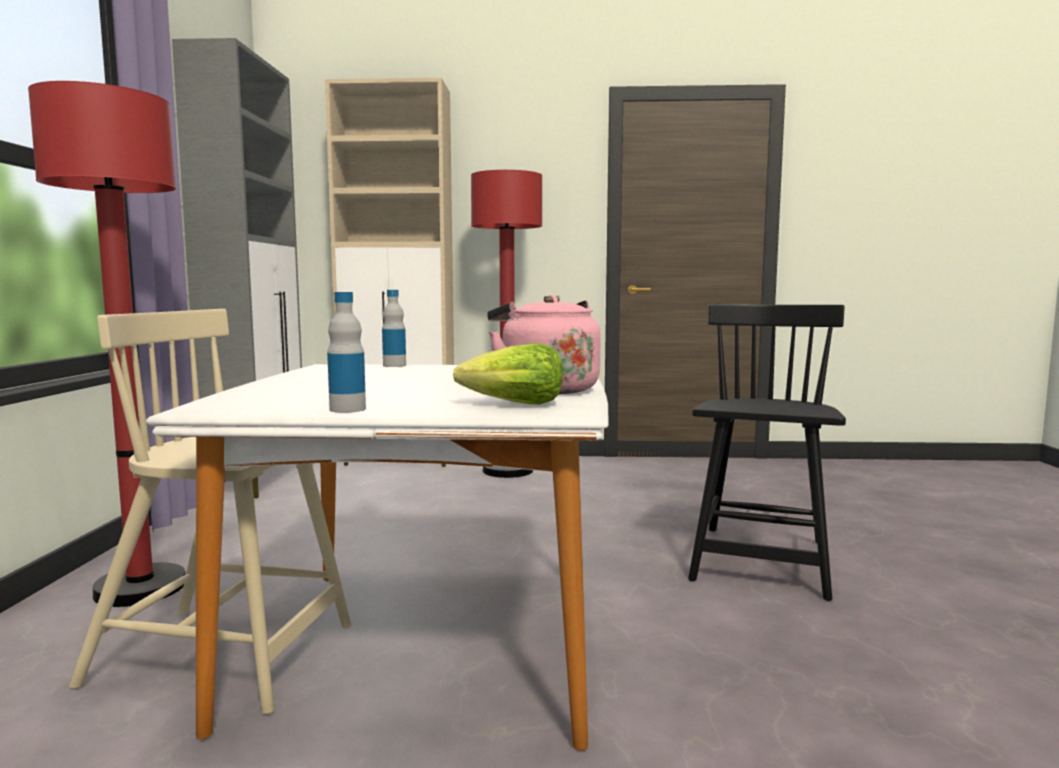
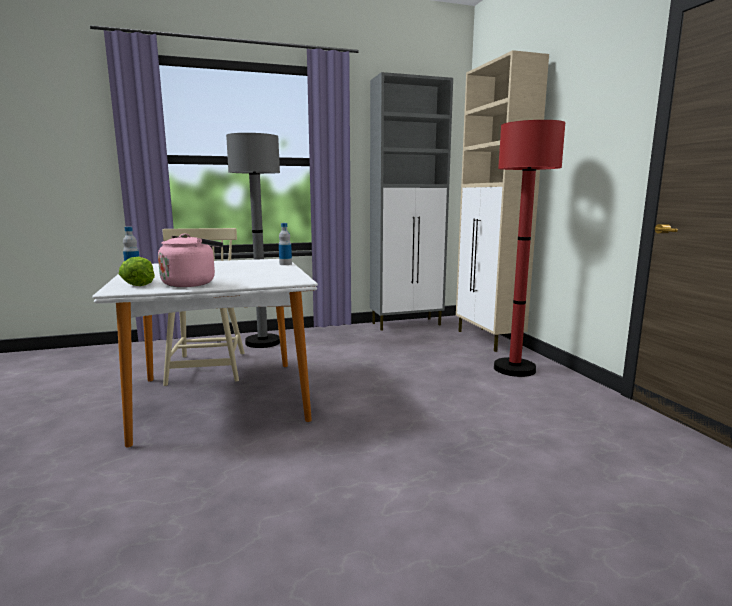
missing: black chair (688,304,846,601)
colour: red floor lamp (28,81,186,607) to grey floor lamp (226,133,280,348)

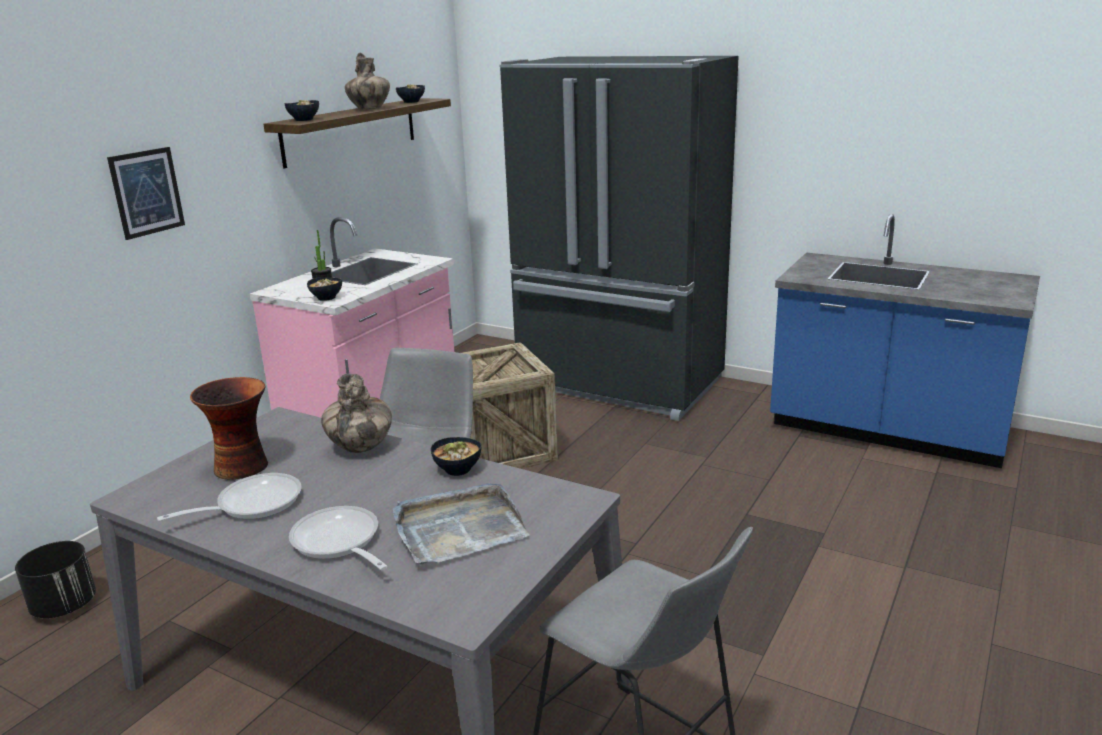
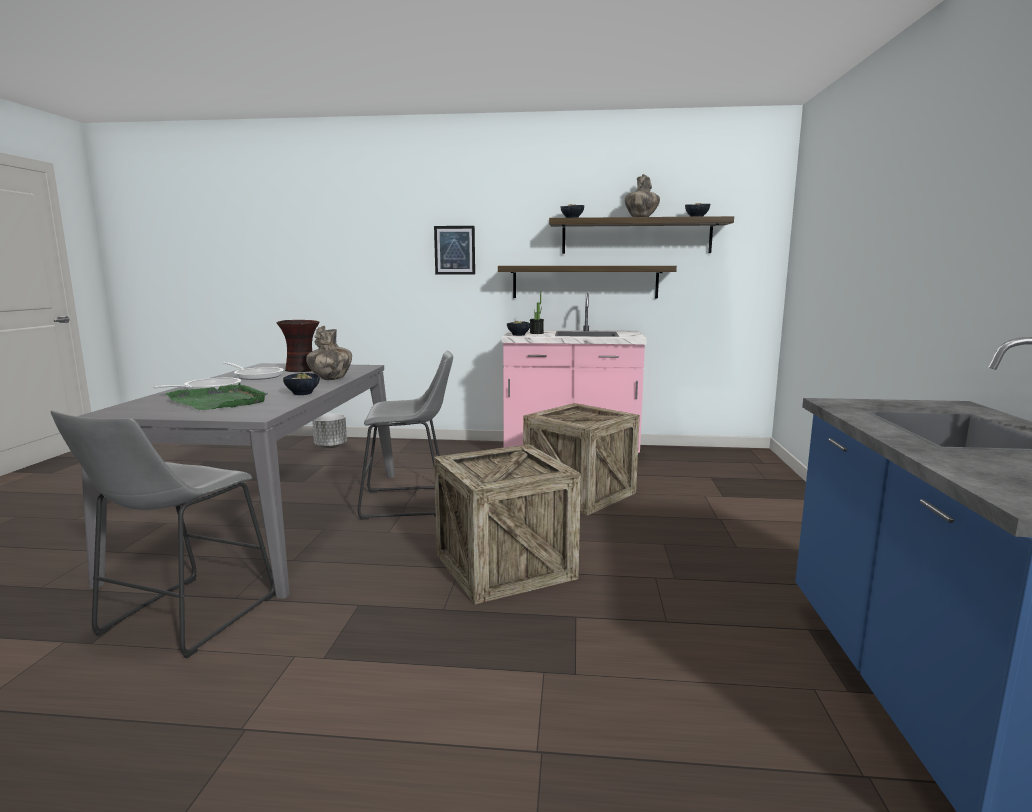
missing: black fridge (499,56,739,421)
appeared: shelf (498,266,677,299); crate (434,444,581,604)
colour: grey tray (393,483,530,565) to green tray (165,383,268,410); black planter (15,541,96,618) to white planter (312,413,347,448)

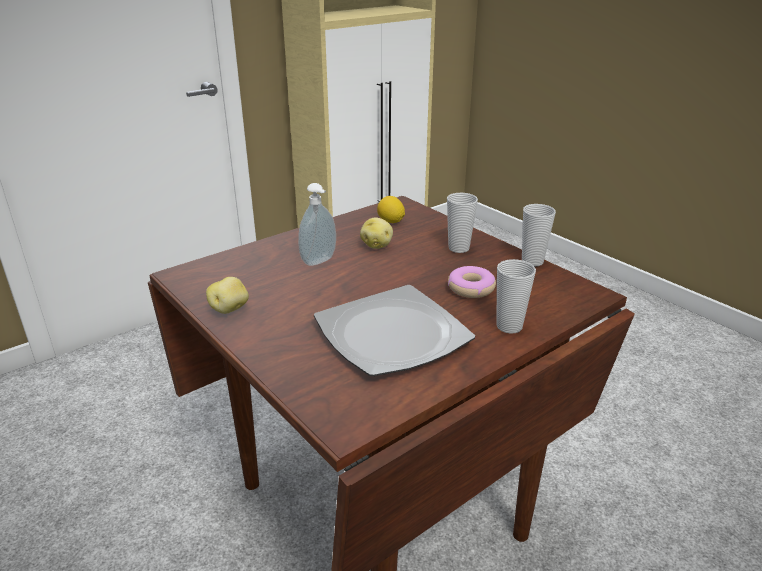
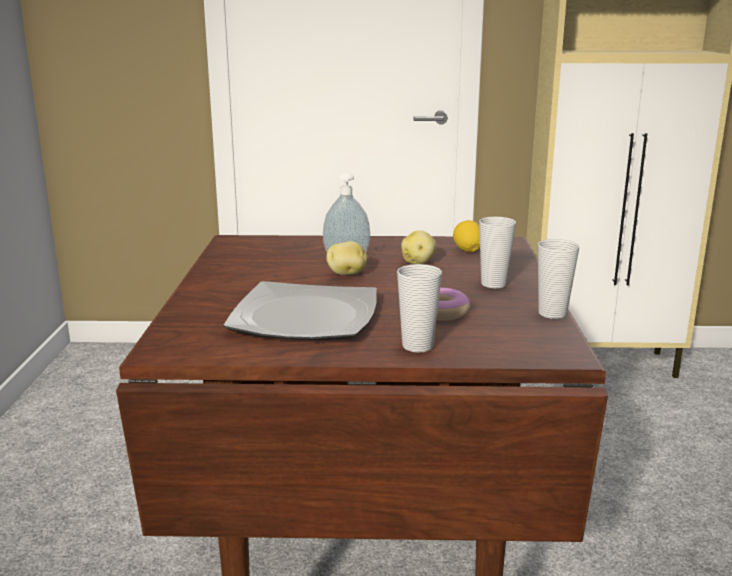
relocated: potato (206,277,249,314) to (326,241,367,275)

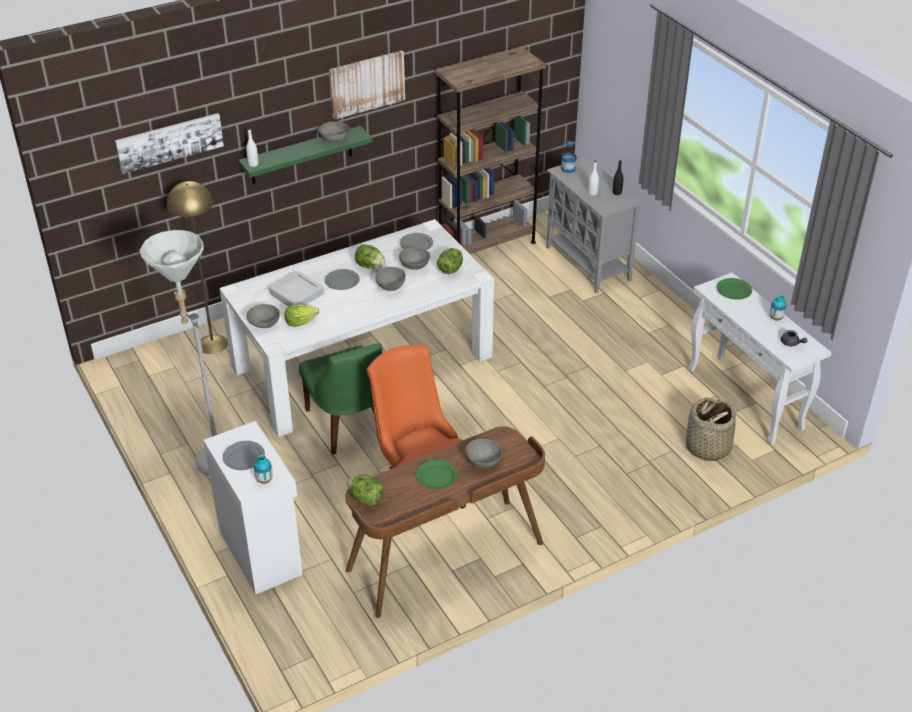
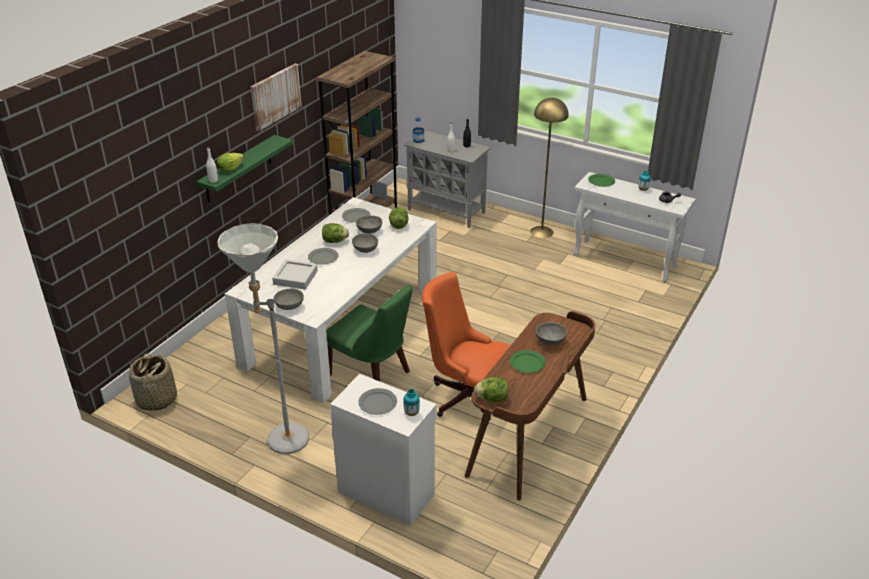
missing: picture (115,113,224,174); grey bowl (318,121,349,142)
relocated: yellow floor lamp (167,181,228,354) to (530,98,569,238); lettuce (284,304,319,327) to (217,153,244,172); basket (686,396,736,461) to (129,354,177,412)

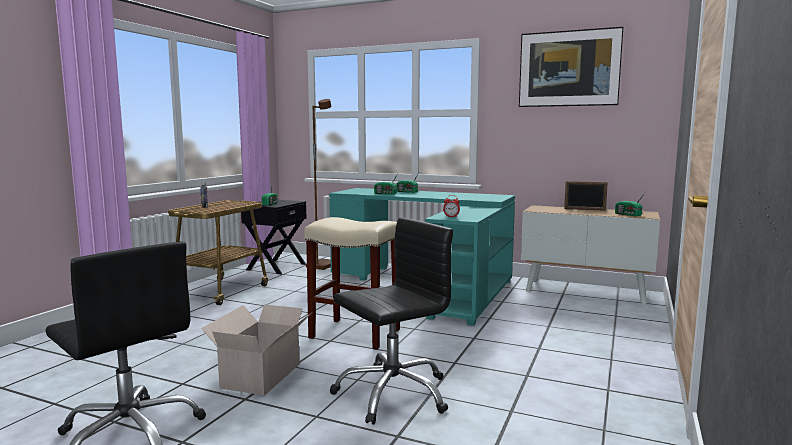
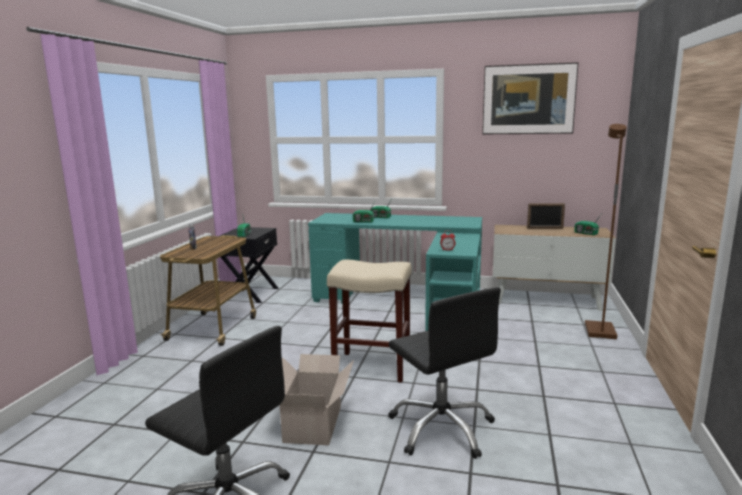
relocated: brown floor lamp (306,99,332,270) to (585,124,627,339)
spun: black office chair (330,218,453,424) = (388,287,501,459) 105 degrees clockwise

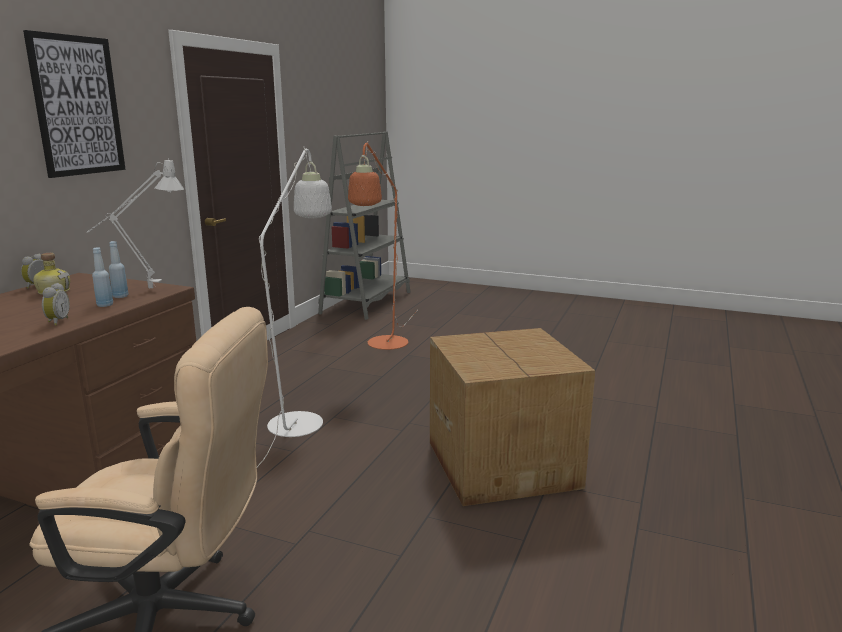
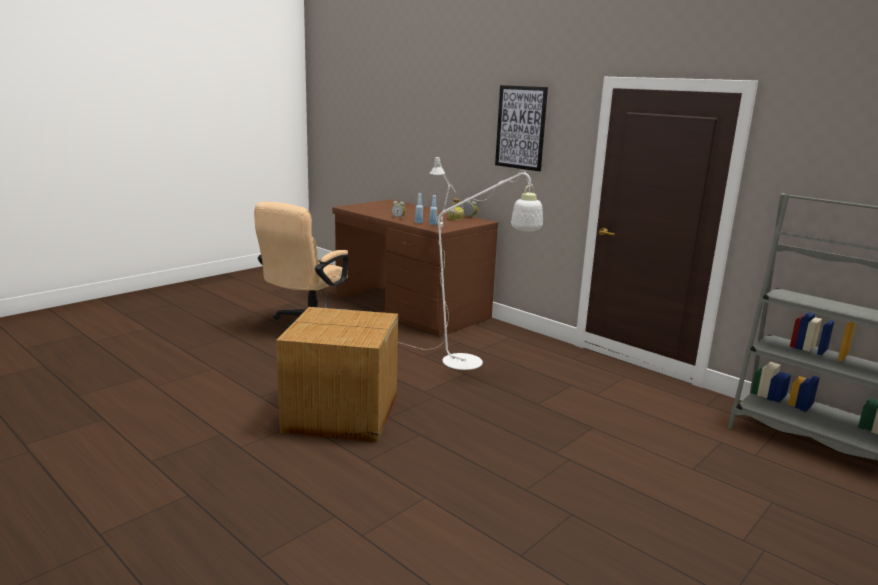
missing: orange floor lamp (348,142,418,350)

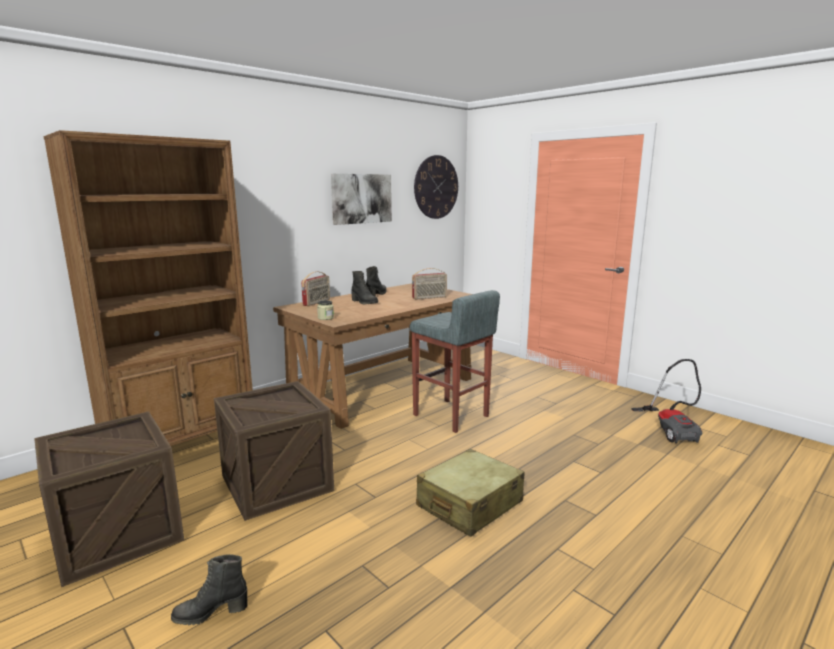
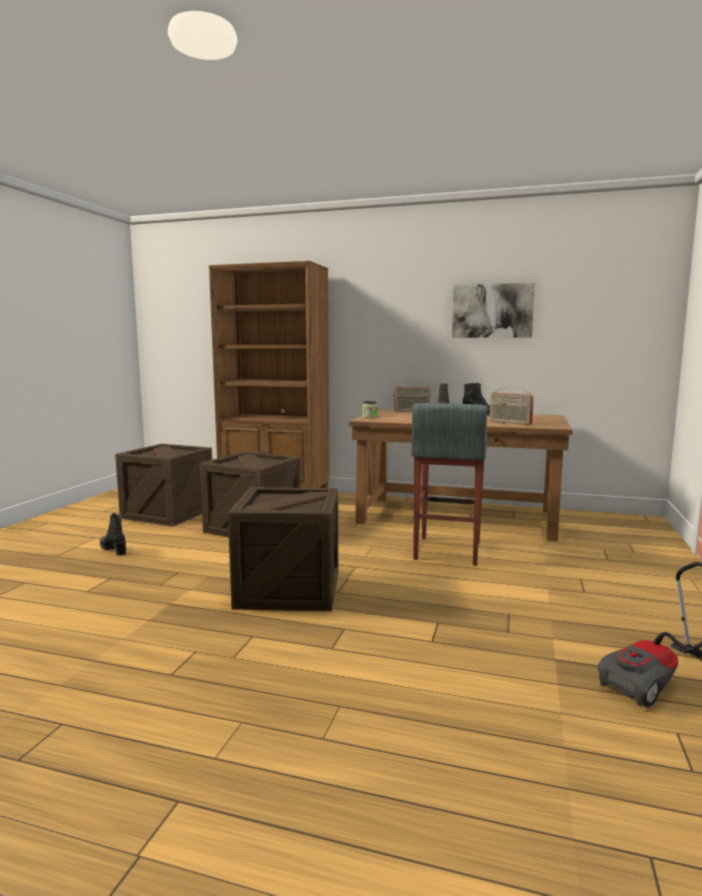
missing: wall clock (414,155,458,219)
exchanged: beige suitcase (416,449,524,537) to crate (228,487,338,611)

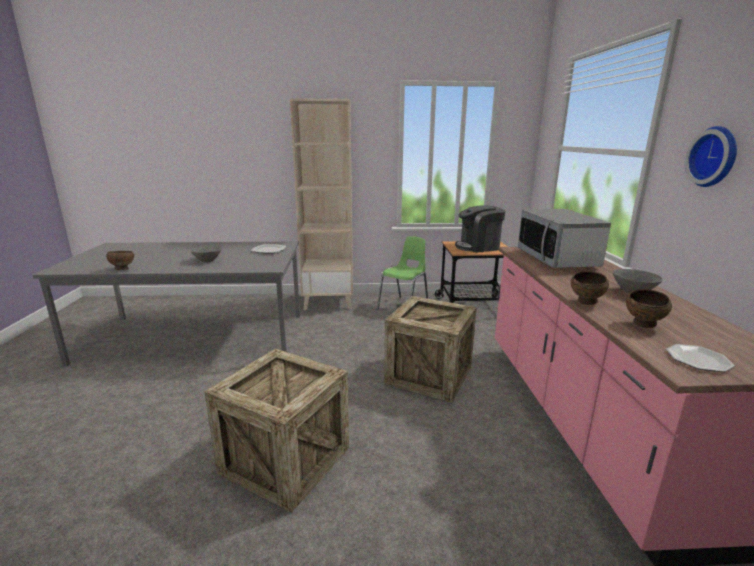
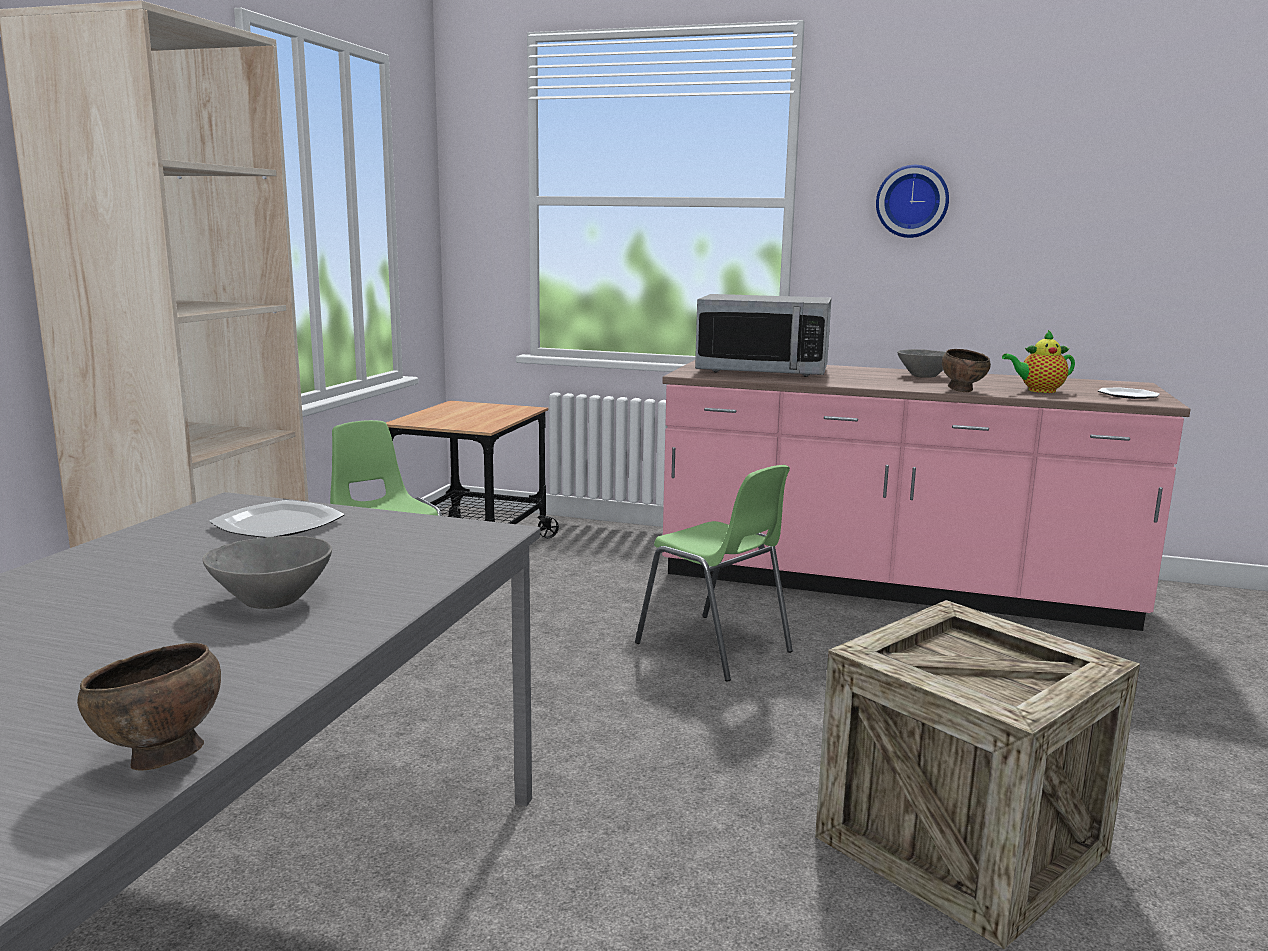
missing: coffee machine (455,205,505,253)
exchanged: brown bowl (626,289,672,328) to teapot (1002,330,1075,393); crate (384,296,477,403) to green chair (635,465,793,682)

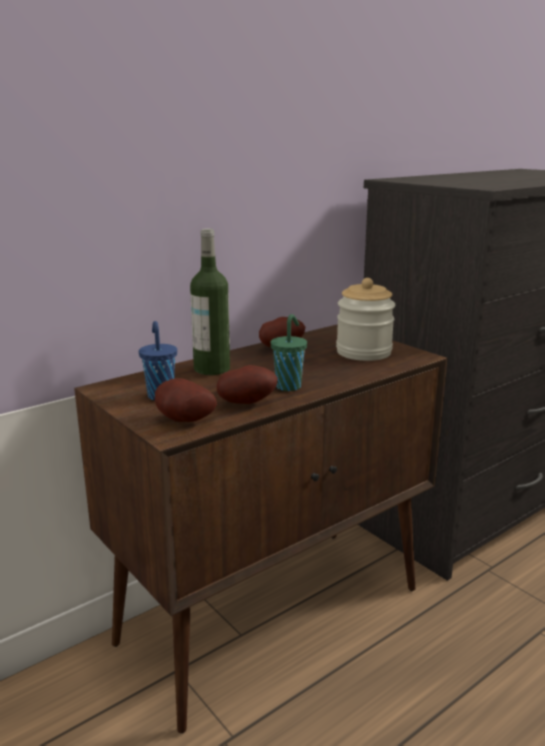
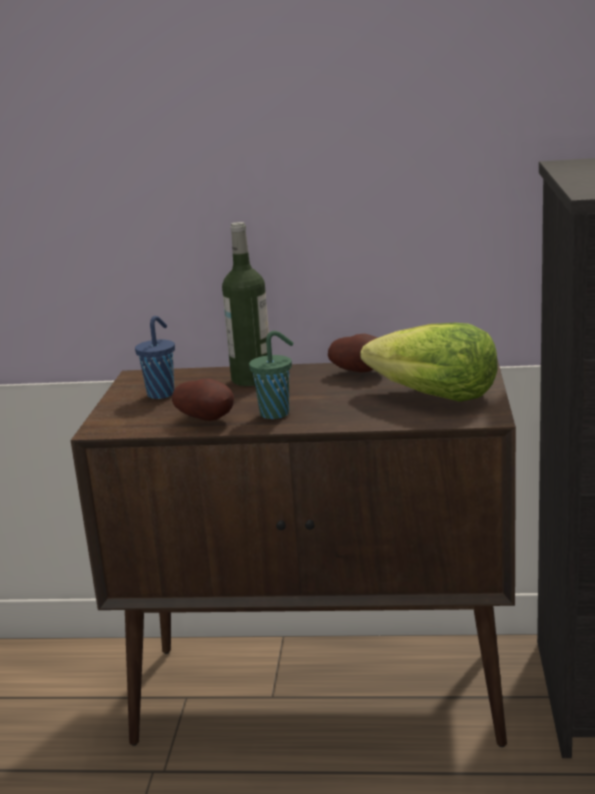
missing: potato (155,378,217,422)
exchanged: jar (336,278,395,361) to lettuce (360,323,498,402)

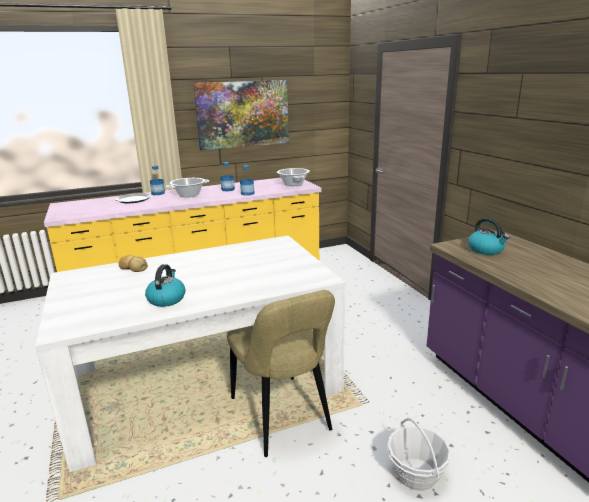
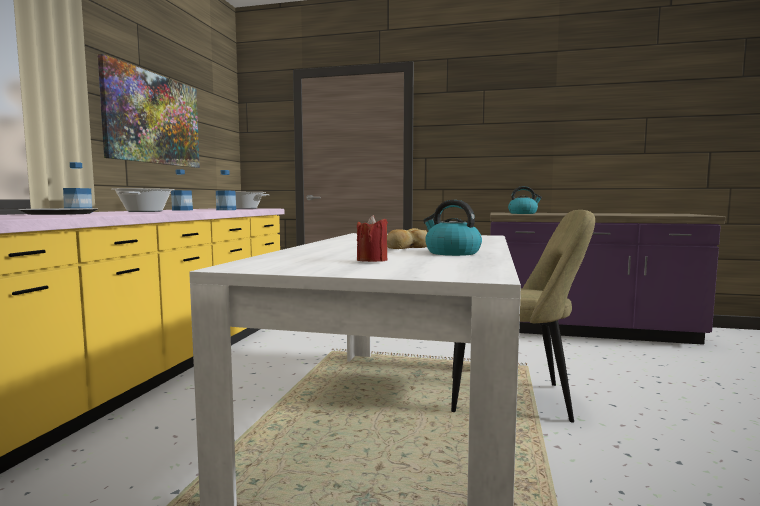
missing: basket (387,418,451,491)
appeared: red candle (357,215,388,262)
relocated: bread (119,255,148,272) to (387,228,427,249)

